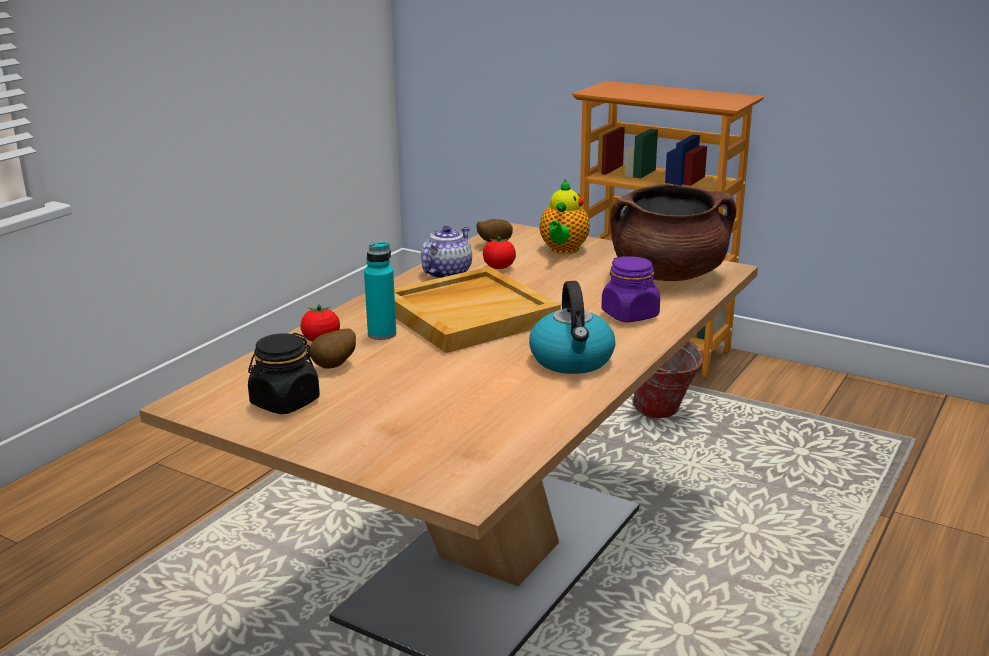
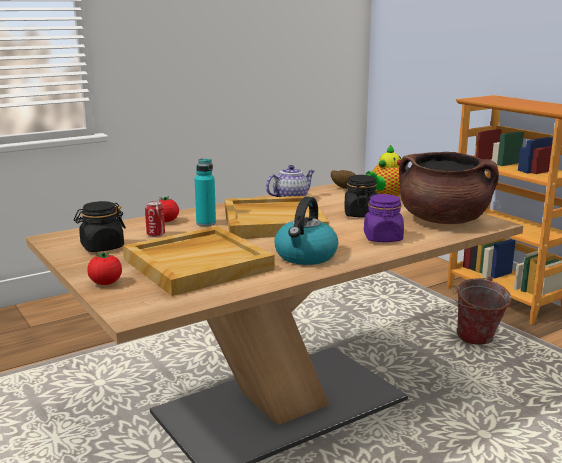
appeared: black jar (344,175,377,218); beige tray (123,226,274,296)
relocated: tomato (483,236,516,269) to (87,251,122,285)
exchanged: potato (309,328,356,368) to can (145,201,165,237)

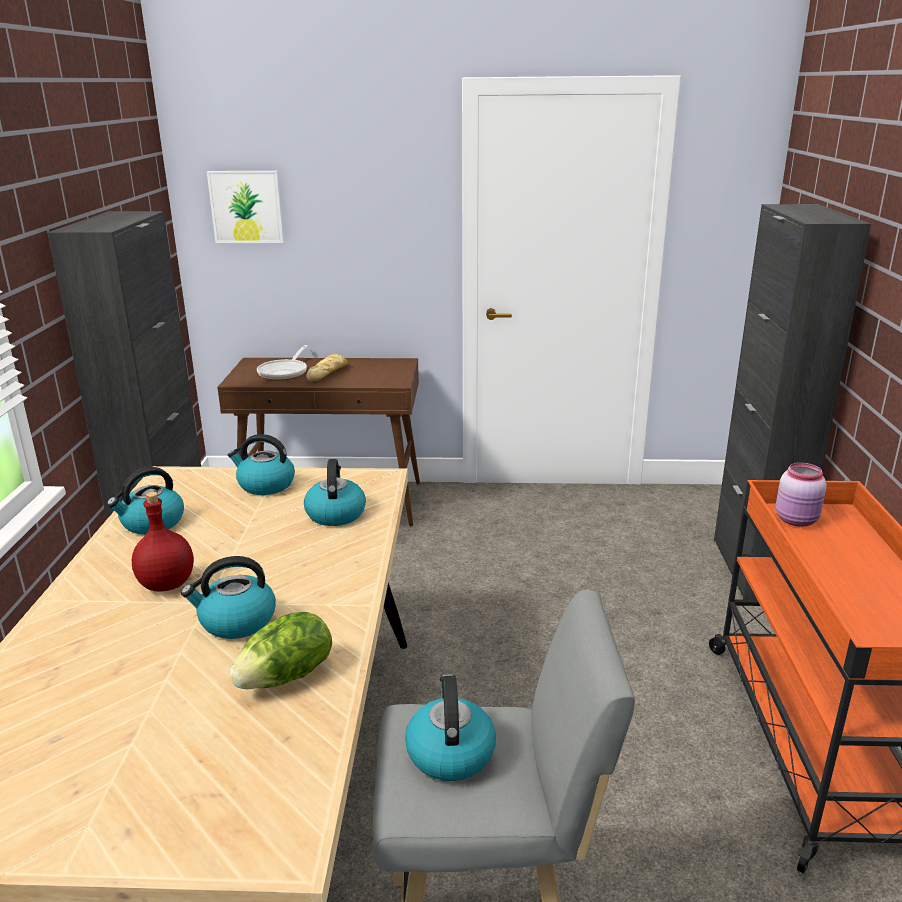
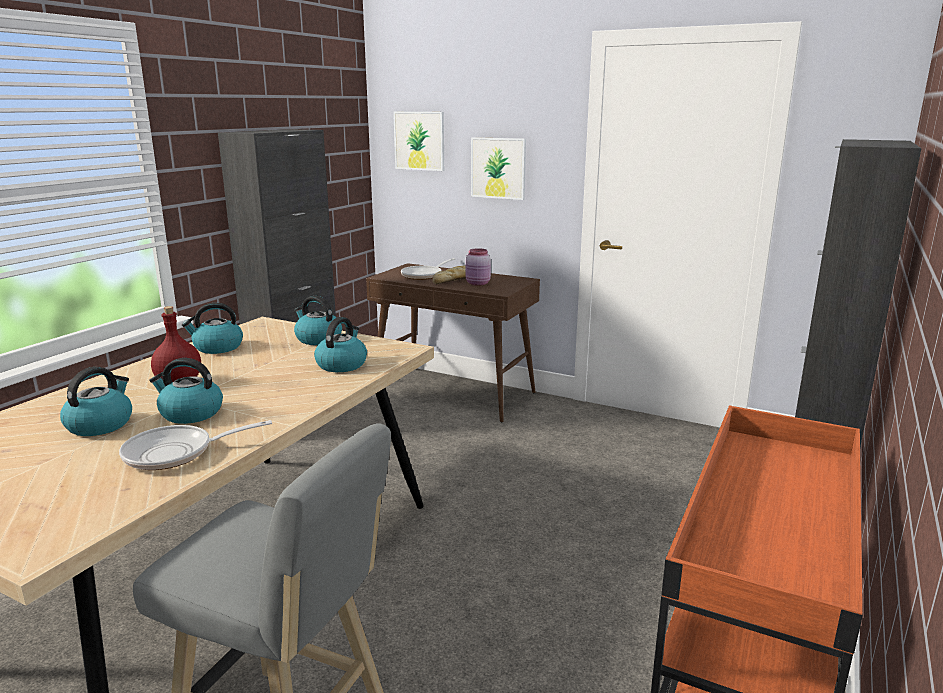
appeared: picture (471,137,526,200)
relocated: pink jar (776,462,827,527) to (465,248,491,286); kettle (405,674,496,781) to (60,367,132,436)
exchanged: lettuce (230,612,332,689) to frying pan (119,420,272,470)

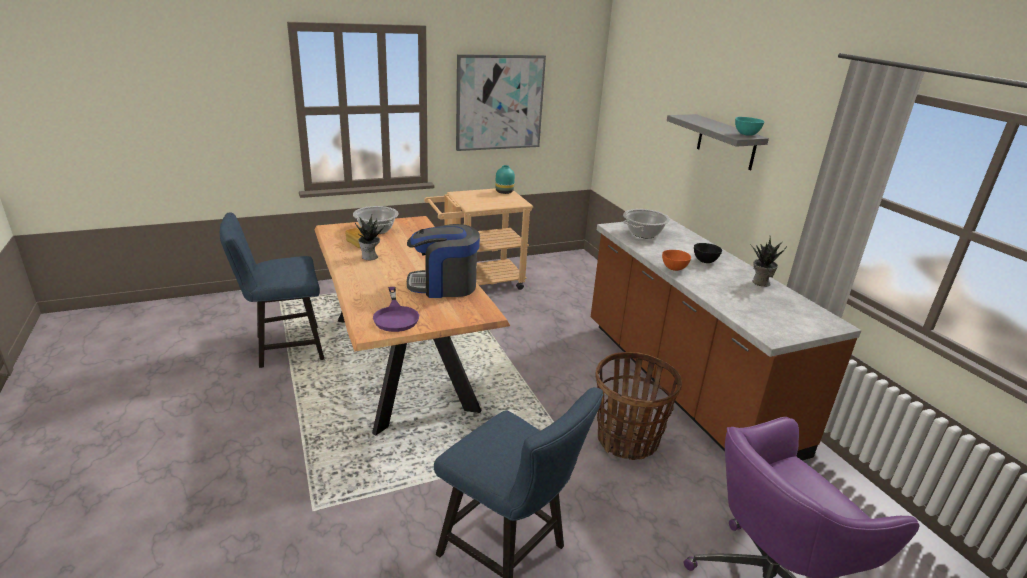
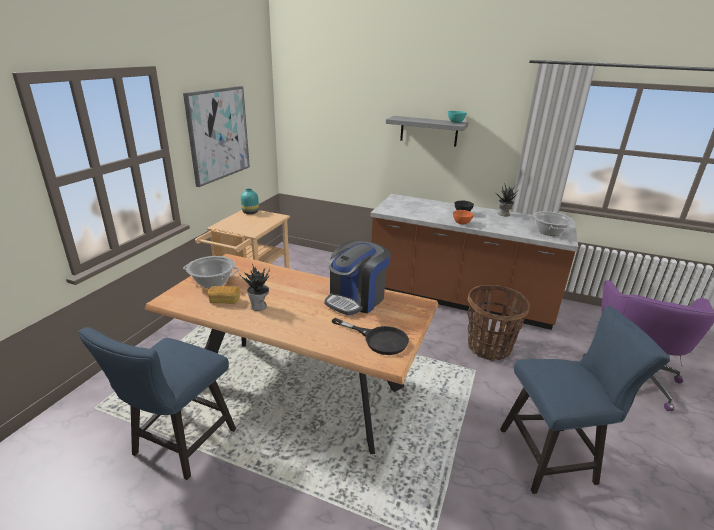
relocated: cooking pot (623,209,670,238) to (533,211,574,236)
colour: purple frying pan (373,287,419,332) to black frying pan (332,318,409,355)

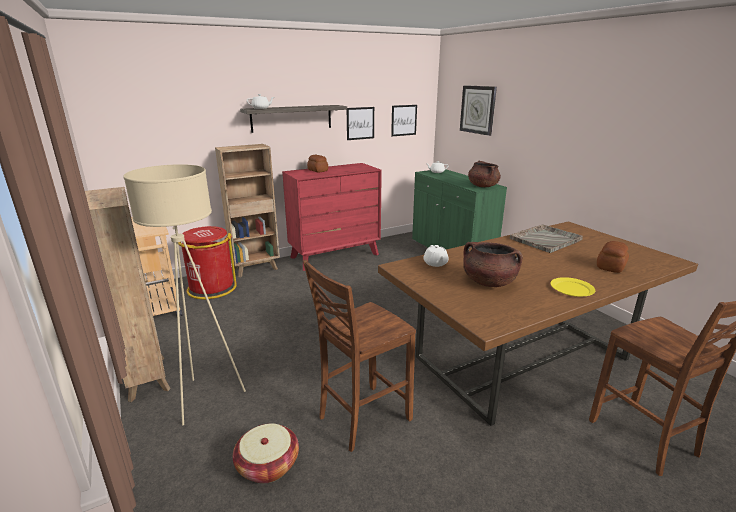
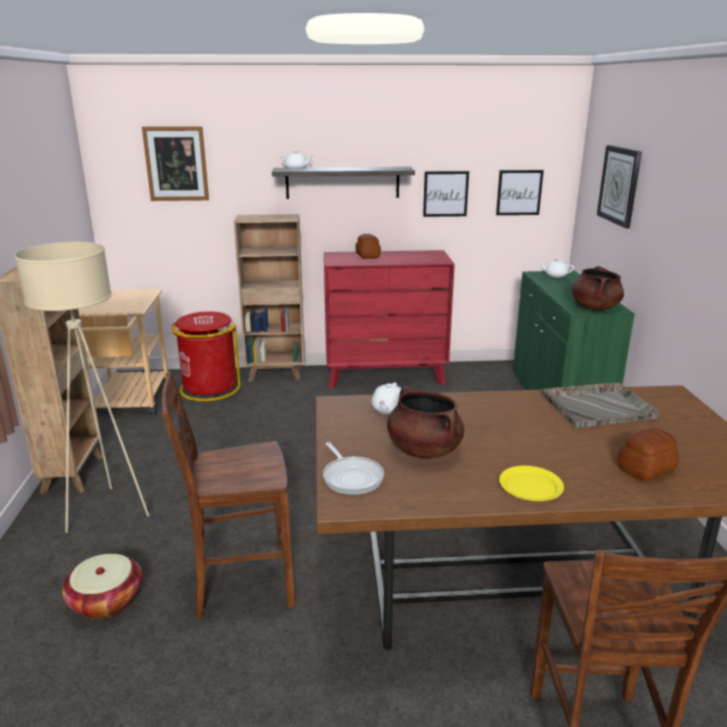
appeared: picture (142,126,209,201); frying pan (323,442,384,495)

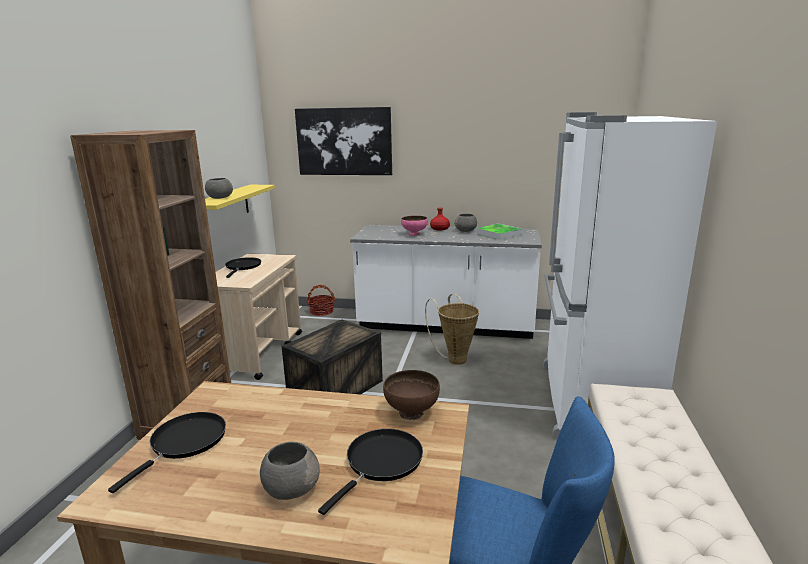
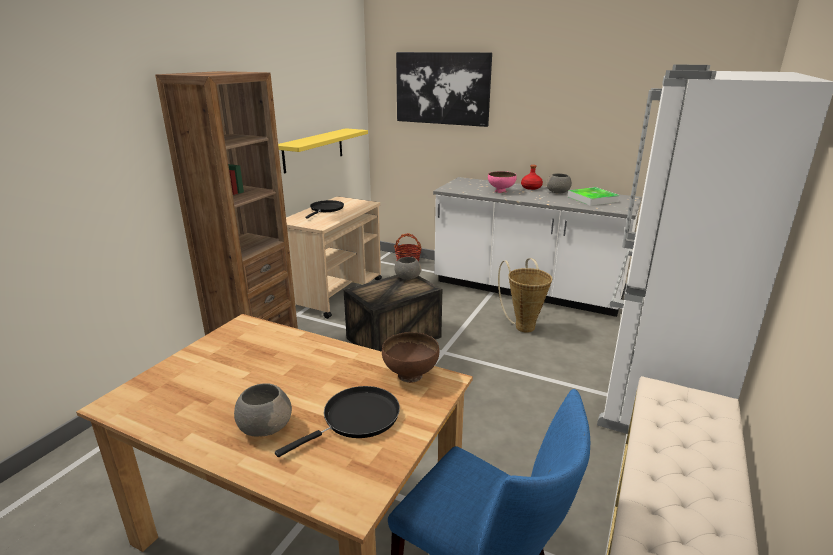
missing: black frying pan (108,412,226,493)
relocated: grey bowl (205,178,233,199) to (394,257,421,280)

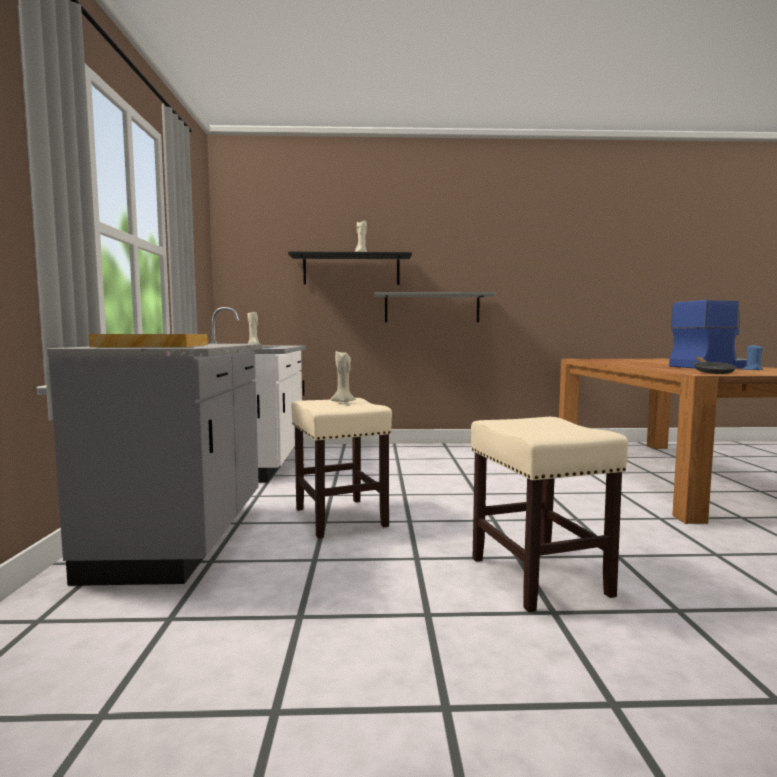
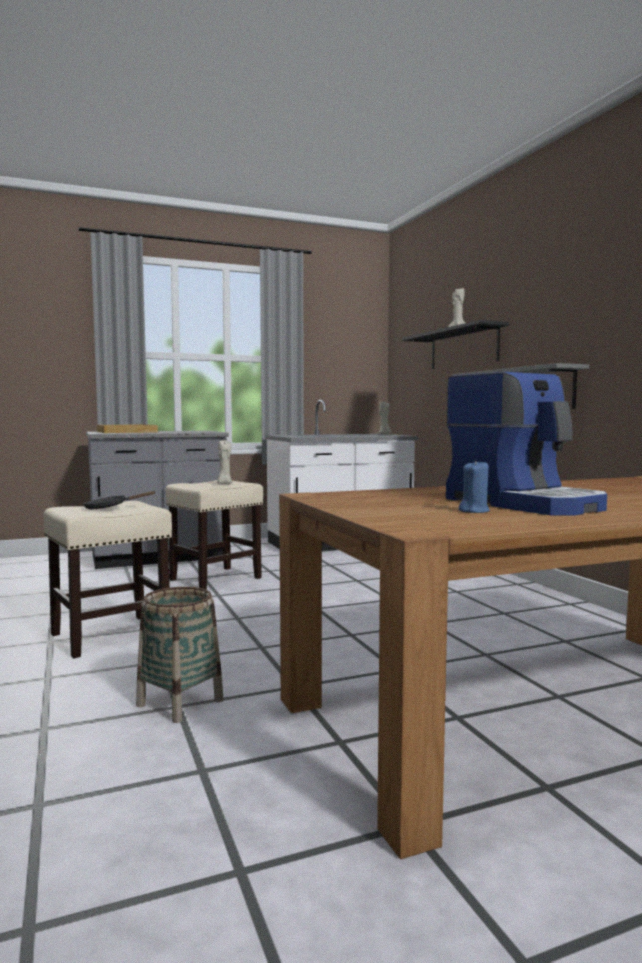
appeared: basket (136,587,224,723)
relocated: black frying pan (694,357,736,374) to (83,491,156,509)

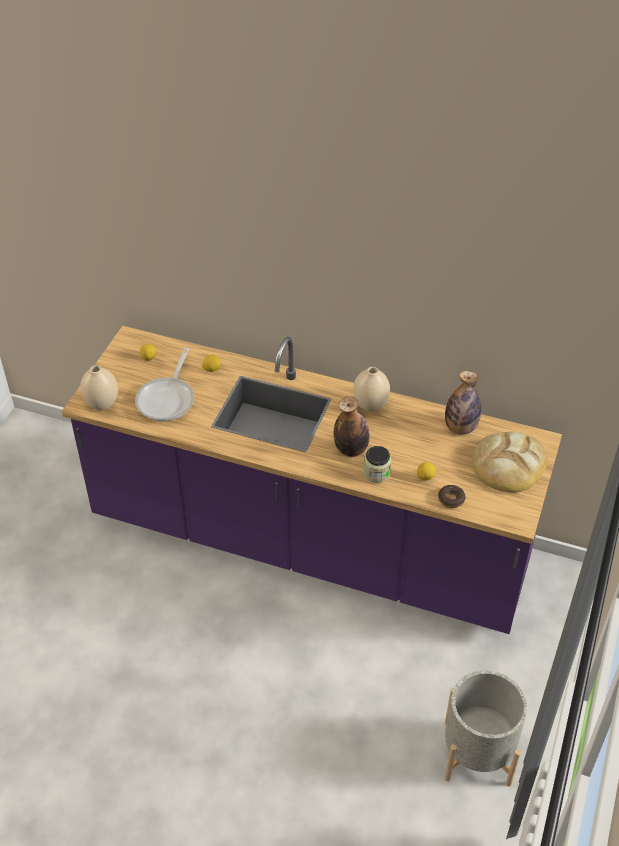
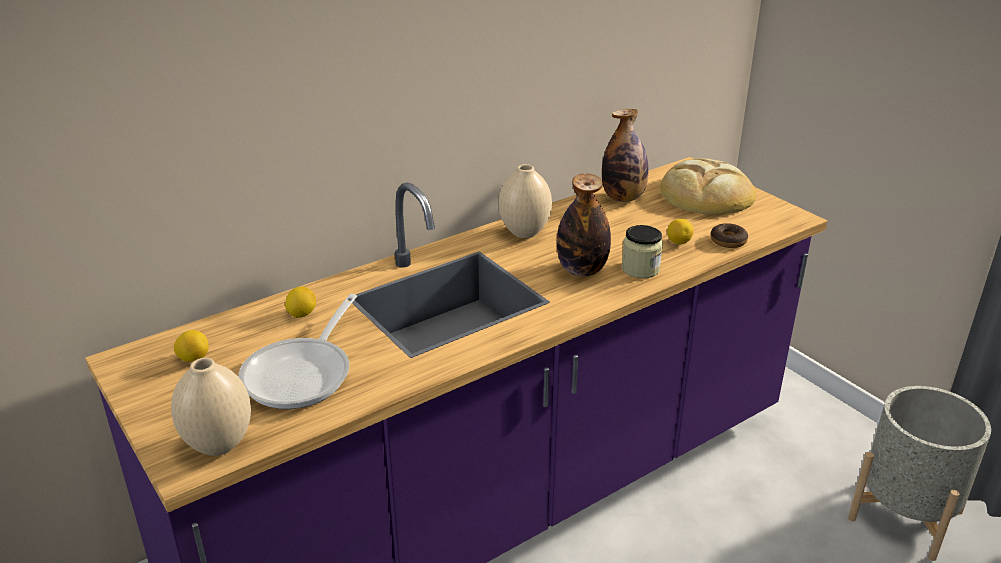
spun: frying pan (135,348,194,421) = (238,294,357,409) 60 degrees clockwise

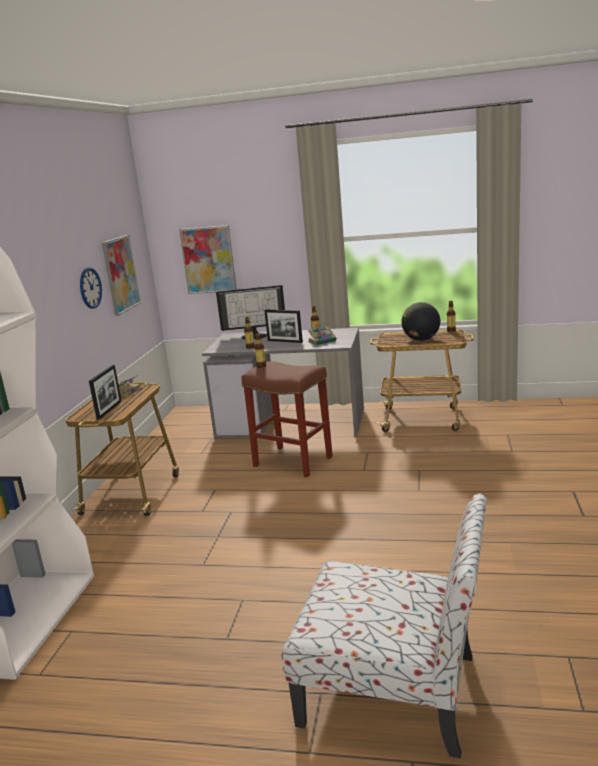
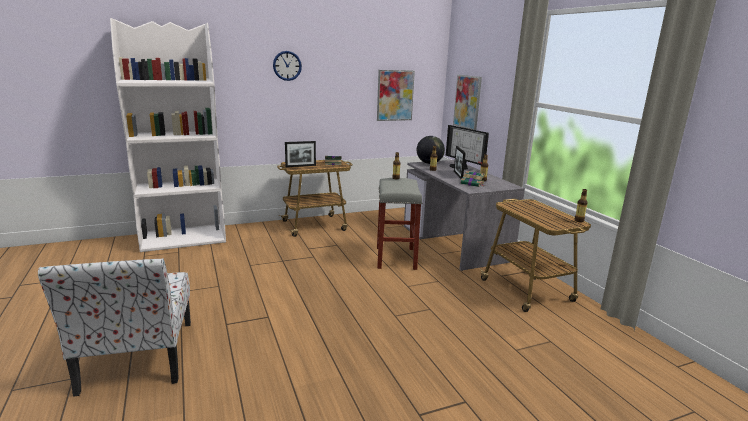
relocated: wall clock (80,267,102,309) to (273,51,302,81); globe (401,302,440,341) to (417,136,445,164)
colour: brown stool (241,361,333,478) to grey stool (377,178,422,270)

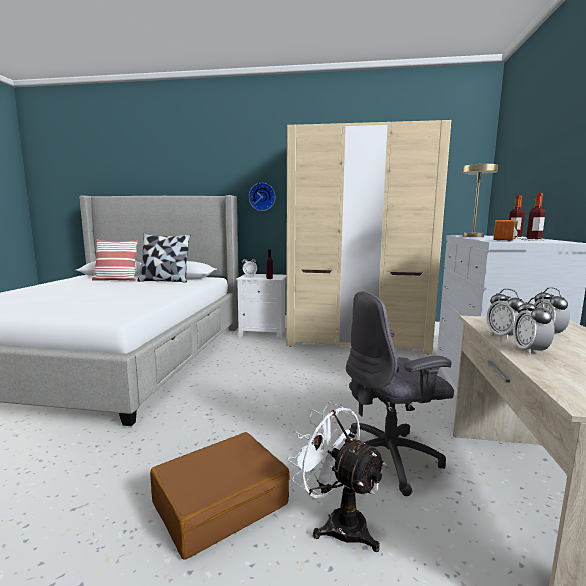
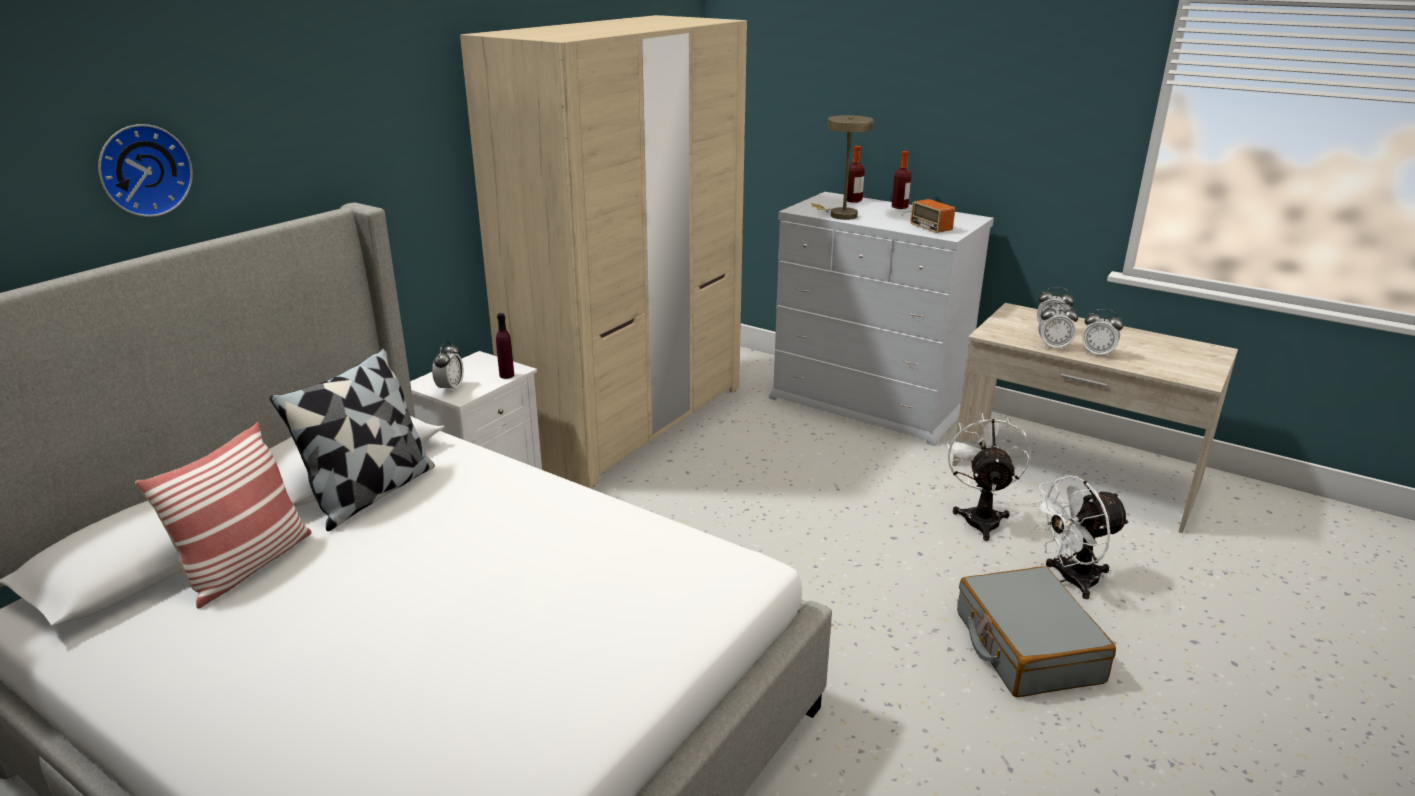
relocated: wall clock (249,183,276,211) to (98,124,193,217)
exchanged: grey office chair (346,291,454,496) to white fan (947,413,1031,541)
colour: brown suitcase (150,432,290,559) to grey suitcase (957,566,1116,697)

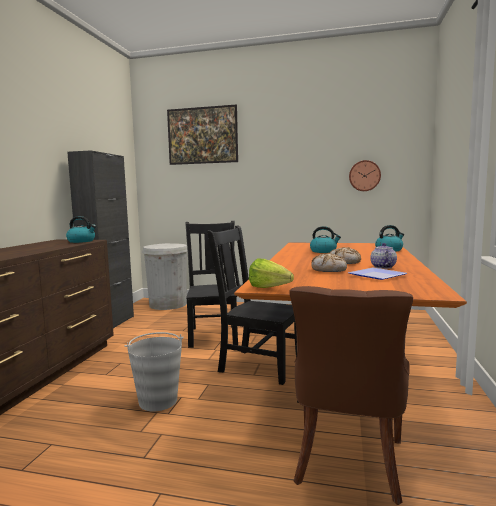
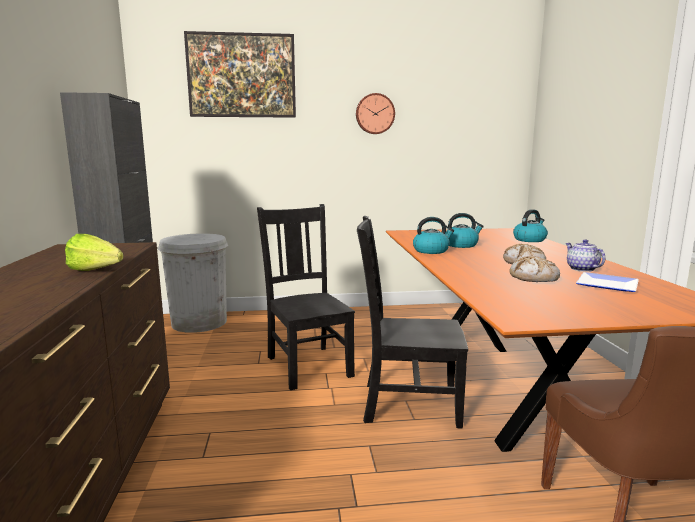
missing: grey bucket (124,332,184,411)
relocated: wall clock (349,160,381,191) to (356,93,395,134); kettle (66,216,96,243) to (413,217,454,254); lettuce (249,258,294,288) to (65,234,124,271)

